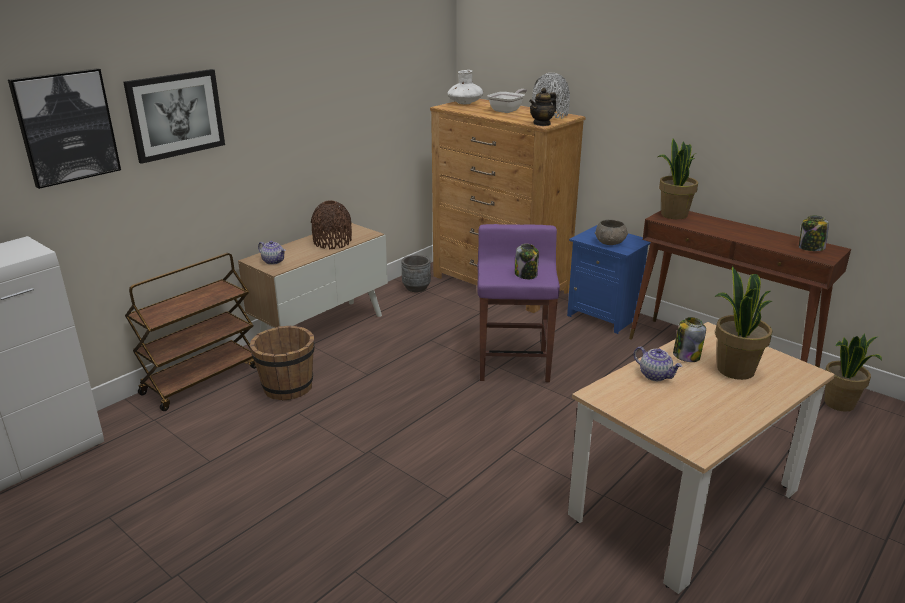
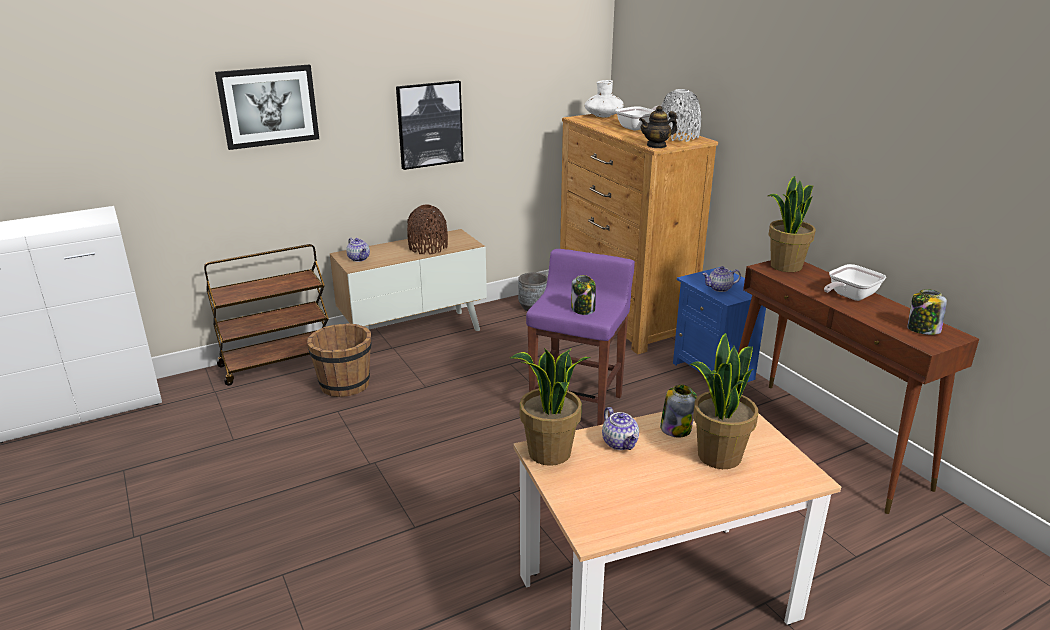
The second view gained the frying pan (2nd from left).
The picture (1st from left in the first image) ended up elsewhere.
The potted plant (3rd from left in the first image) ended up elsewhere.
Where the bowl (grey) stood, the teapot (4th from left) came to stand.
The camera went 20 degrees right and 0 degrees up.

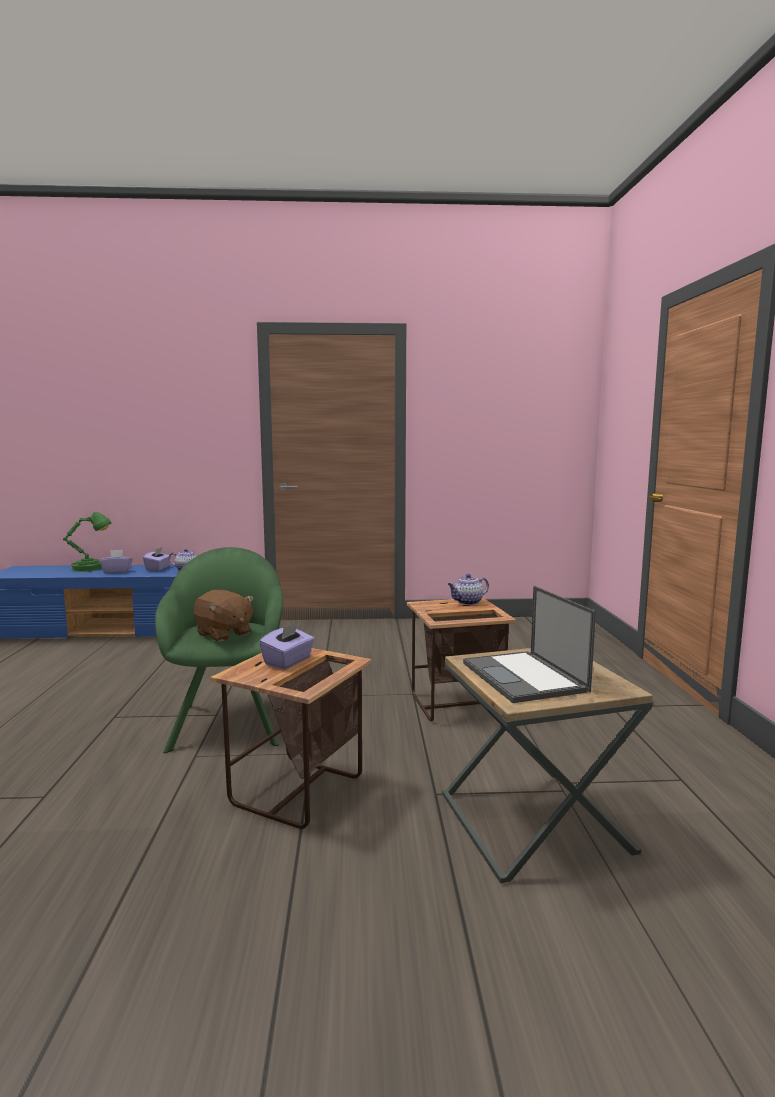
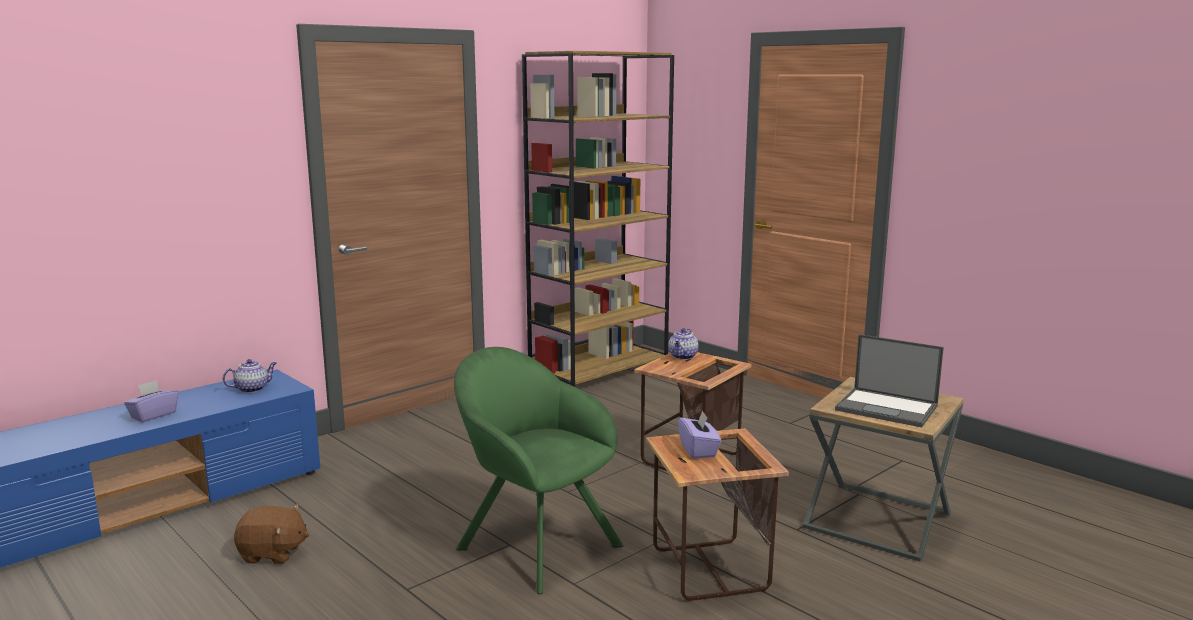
The second view lost the table lamp (green).
The second view lost the tissue box (purple) (2nd from left).
The second view gained the bookcase (brown).
The plush toy (brown) ended up elsewhere.
The camera went 40 degrees left and 5 degrees up.

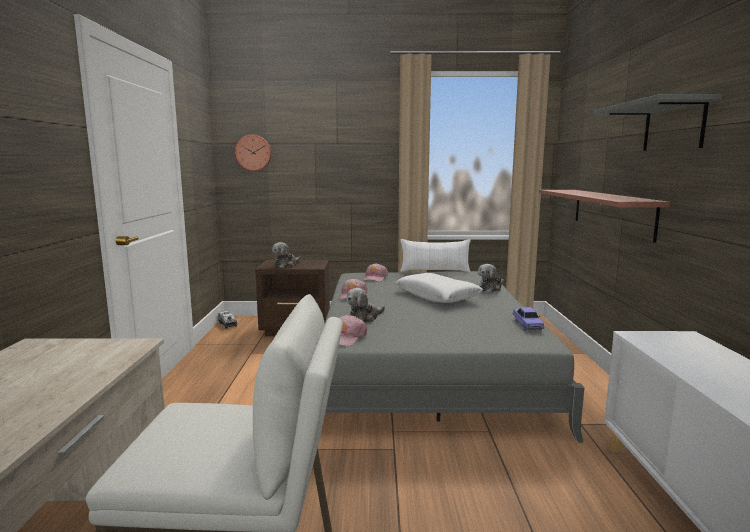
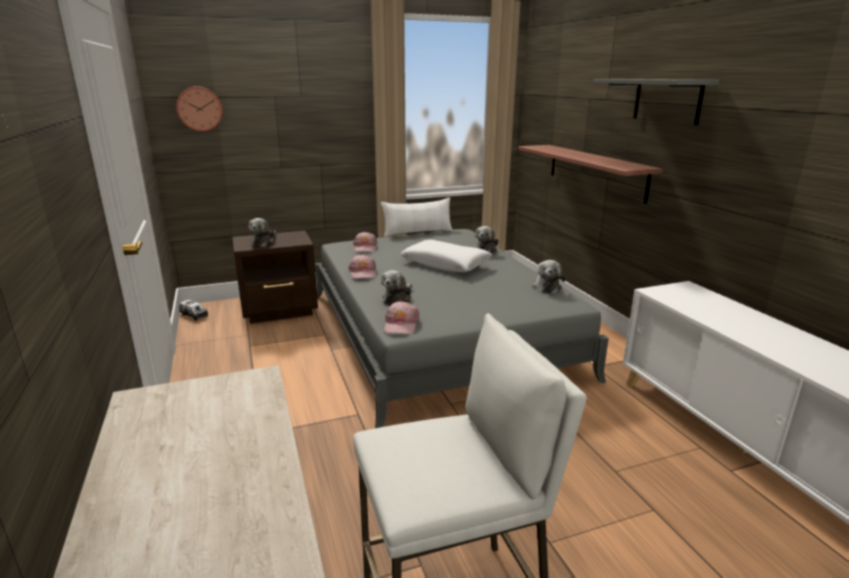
Where the toy car stood, the plush toy (4th from left) came to stand.
The camera went 20 degrees left and 10 degrees up.

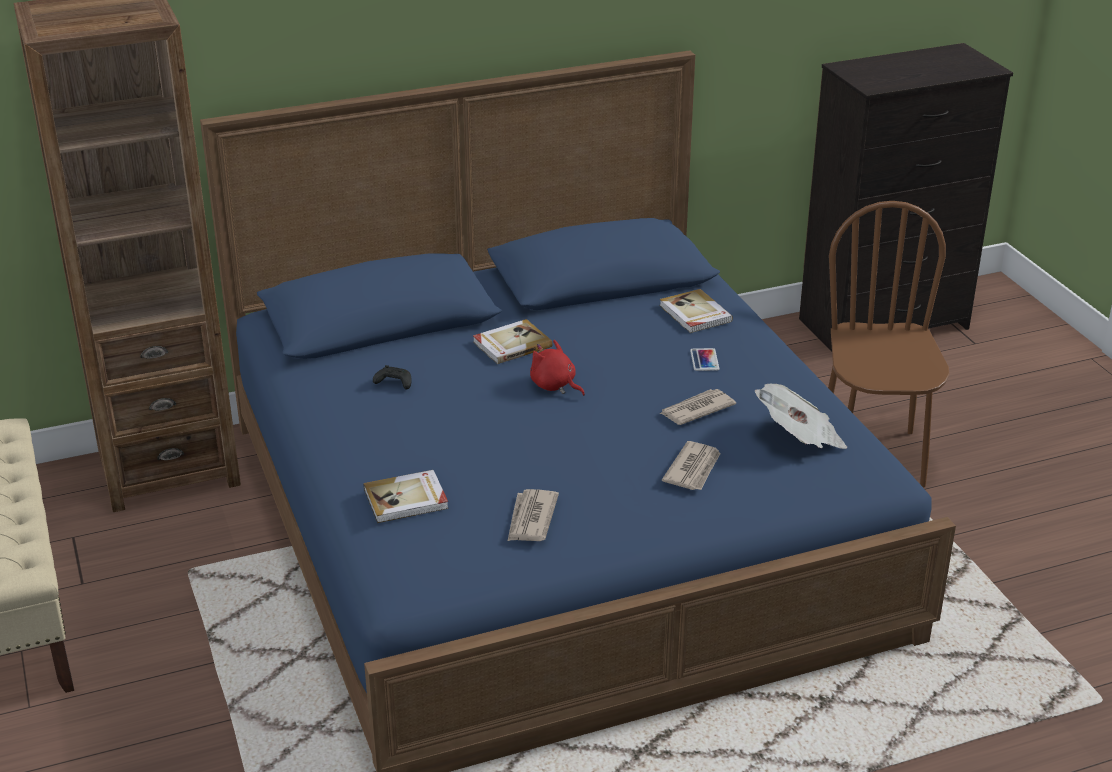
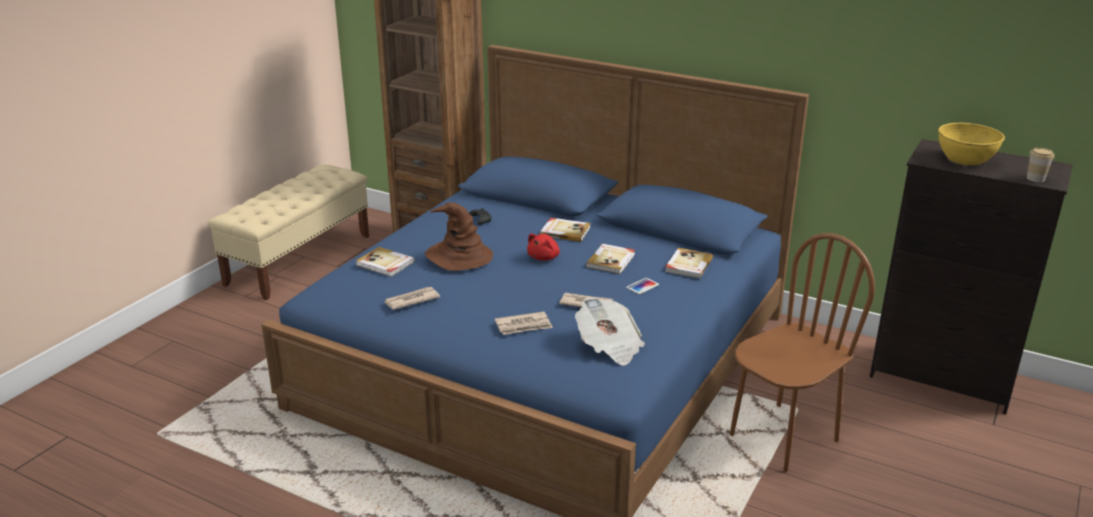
The second view gained the hat (brown).
The second view gained the book (3rd from left).
The second view gained the bowl (yellow).
The second view gained the cup.
The plush toy (red) ended up facing another way, 150 degrees counterclockwise from before.
The camera went 50 degrees right and 5 degrees down.

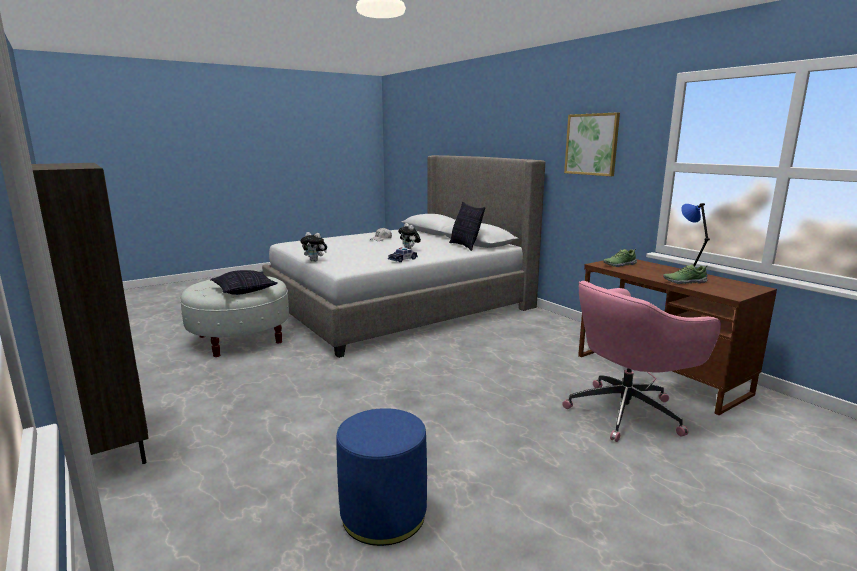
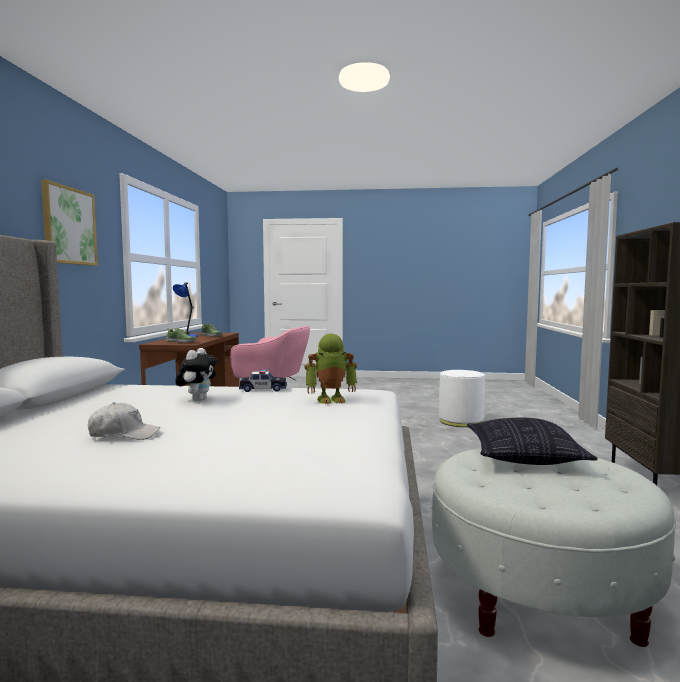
The second view lost the plush toy (1st from left).
The second view lost the pillow (2nd from left).
The second view gained the toy robot.
What was the ottoman (blue) turned into the ottoman (white) (1st from left).
The camera went 140 degrees left and 10 degrees down.

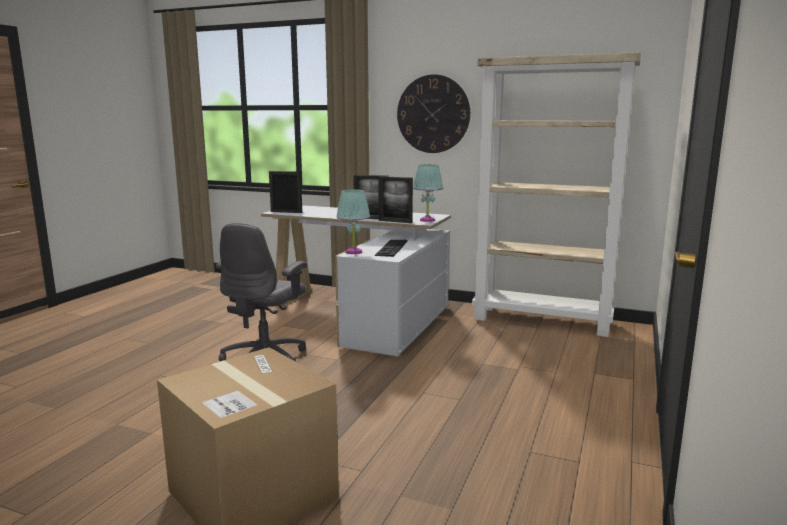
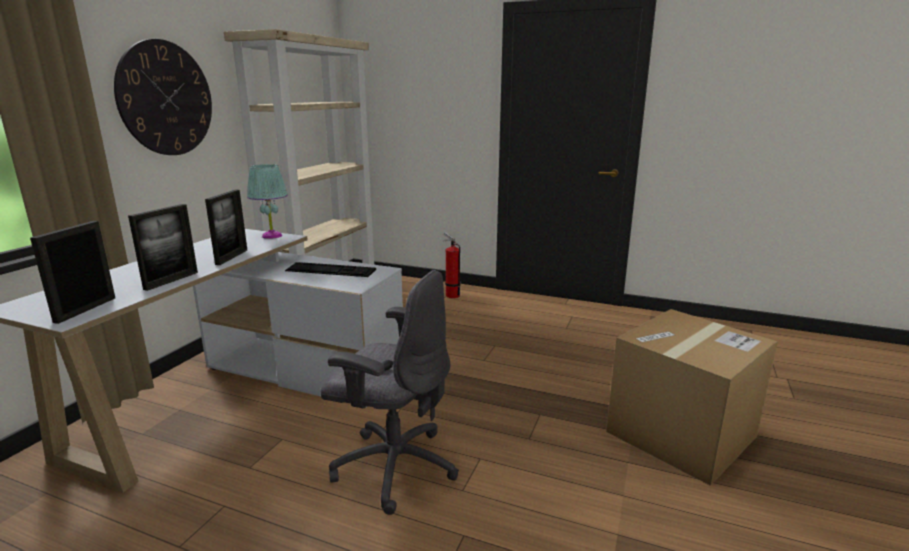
The second view lost the table lamp (turquoise) (1st from left).
The second view gained the fire extinguisher.
The picture frame (3rd from left in the first image) ended up elsewhere.
The camera went 90 degrees left and 5 degrees up.

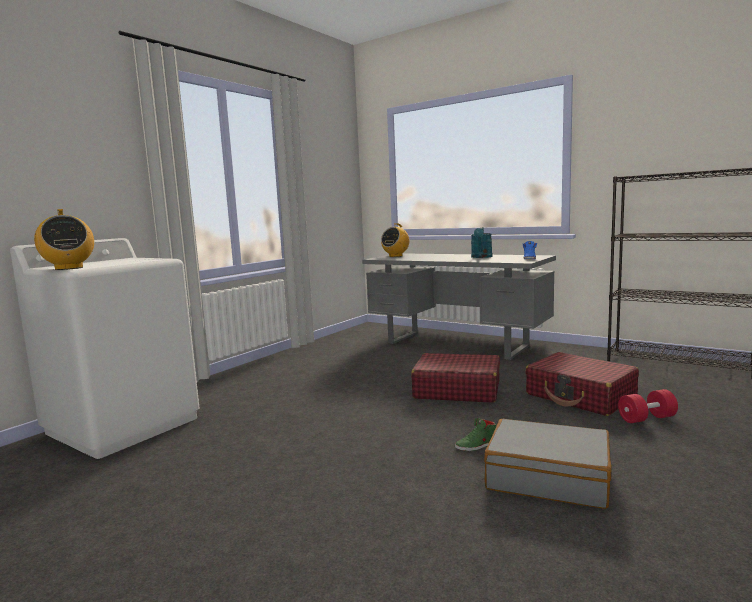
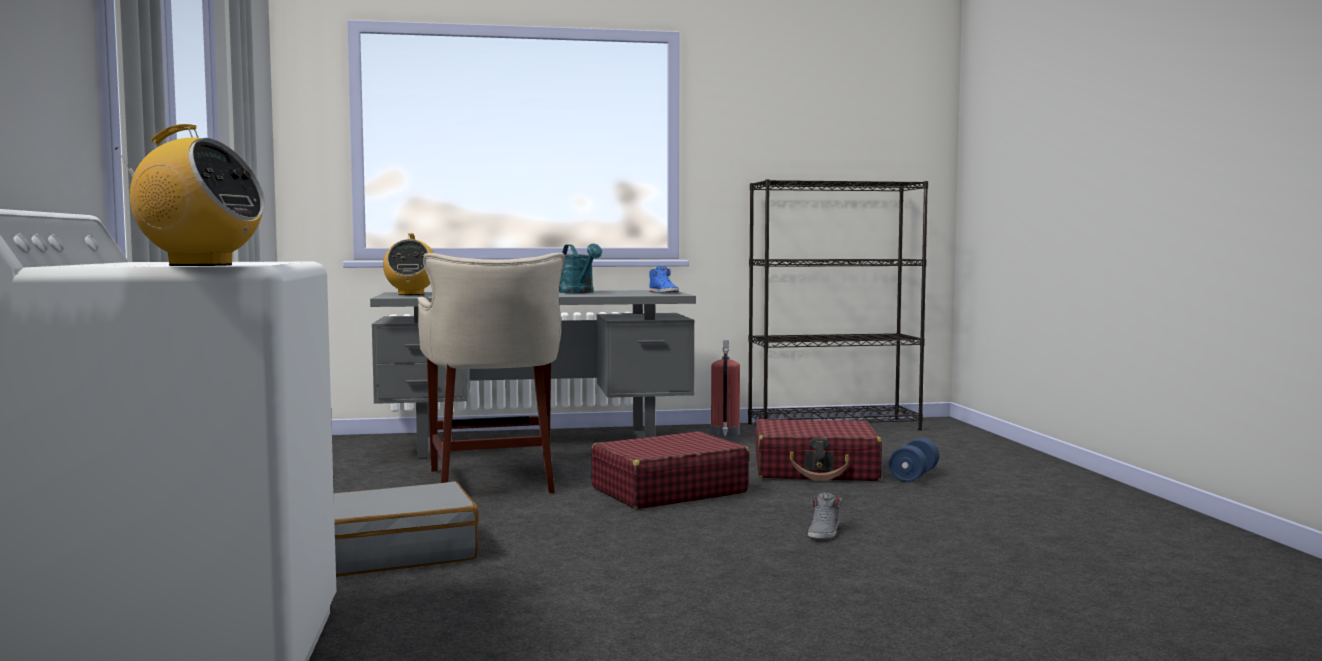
The second view gained the stool (beige).
The second view gained the fire extinguisher.
The suitcase (grey) ended up elsewhere.
What was the shoe (green) turned into the shoe (grey).
What was the dumbbell (red) turned into the dumbbell (blue).
The camera went 45 degrees left and 5 degrees down.

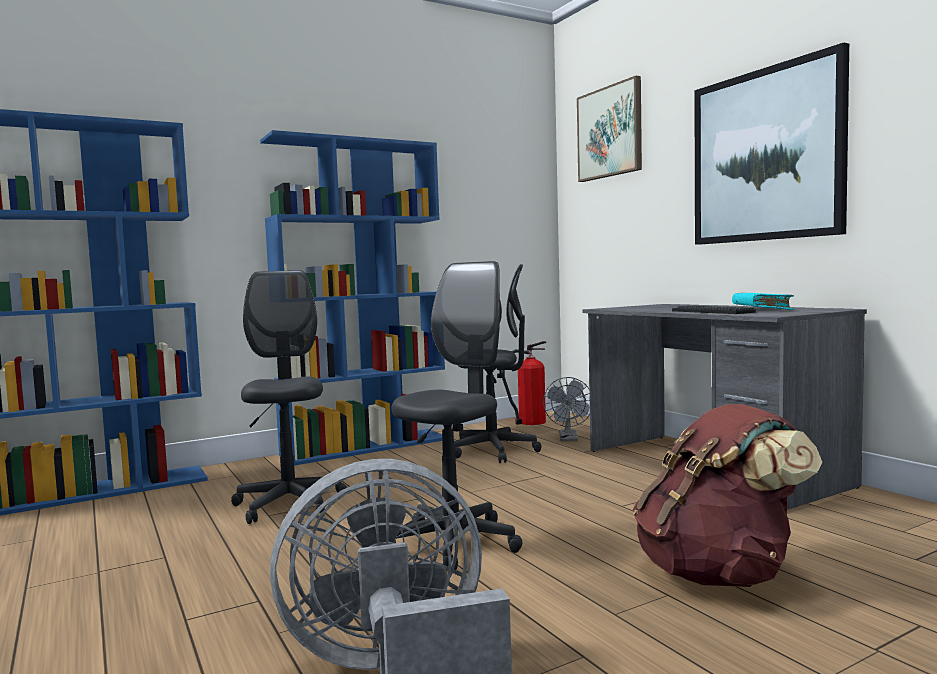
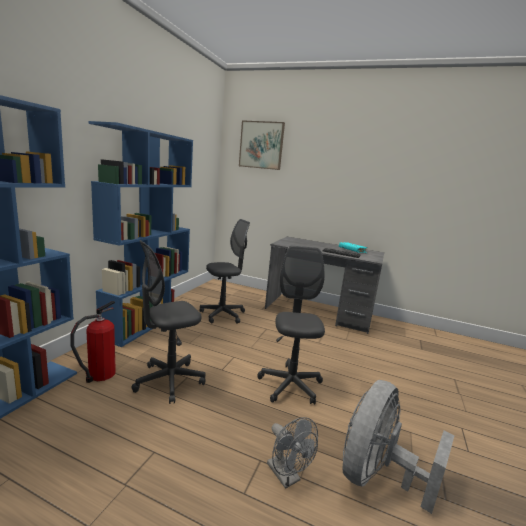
The second view lost the backpack (brown).
The second view lost the picture (2nd from left).
The fire extinguisher ended up elsewhere.
The fan (grey) (2nd from left in the first image) ended up elsewhere.
The office chair (grey) (1st from left) ended up facing another way, 75 degrees counterclockwise from before.
The camera went 40 degrees left and 10 degrees up.

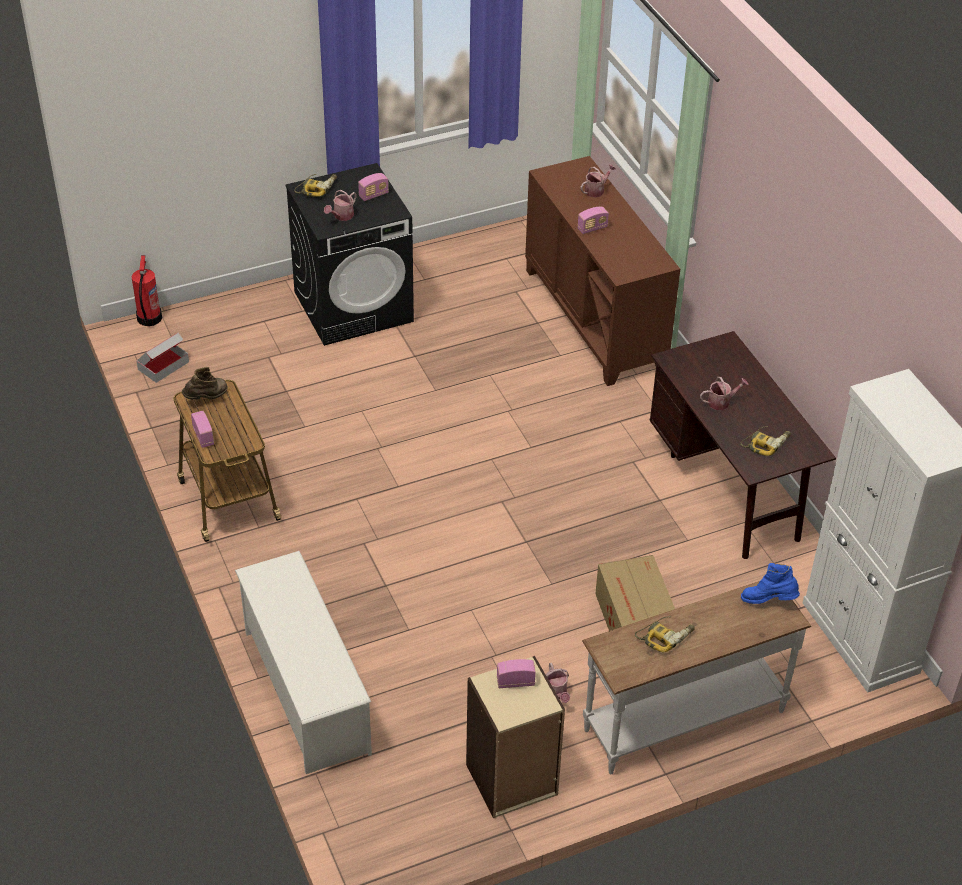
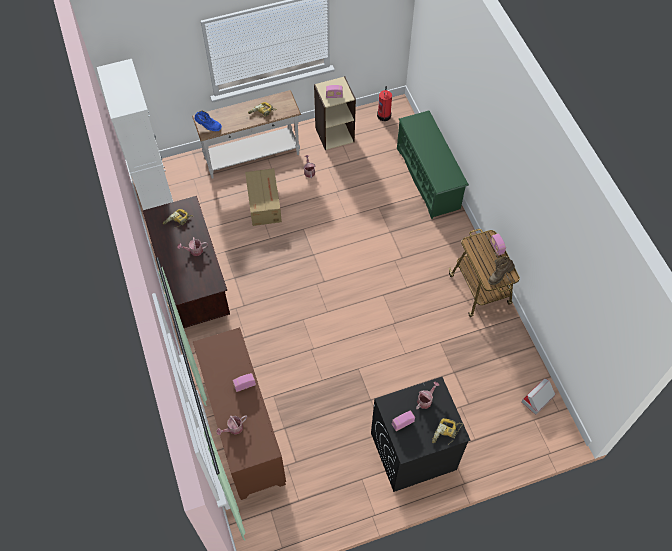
The fire extinguisher ended up elsewhere.
What was the shoe rack (white) turned into the shoe rack (green).
The camera went 175 degrees left and 15 degrees up.

